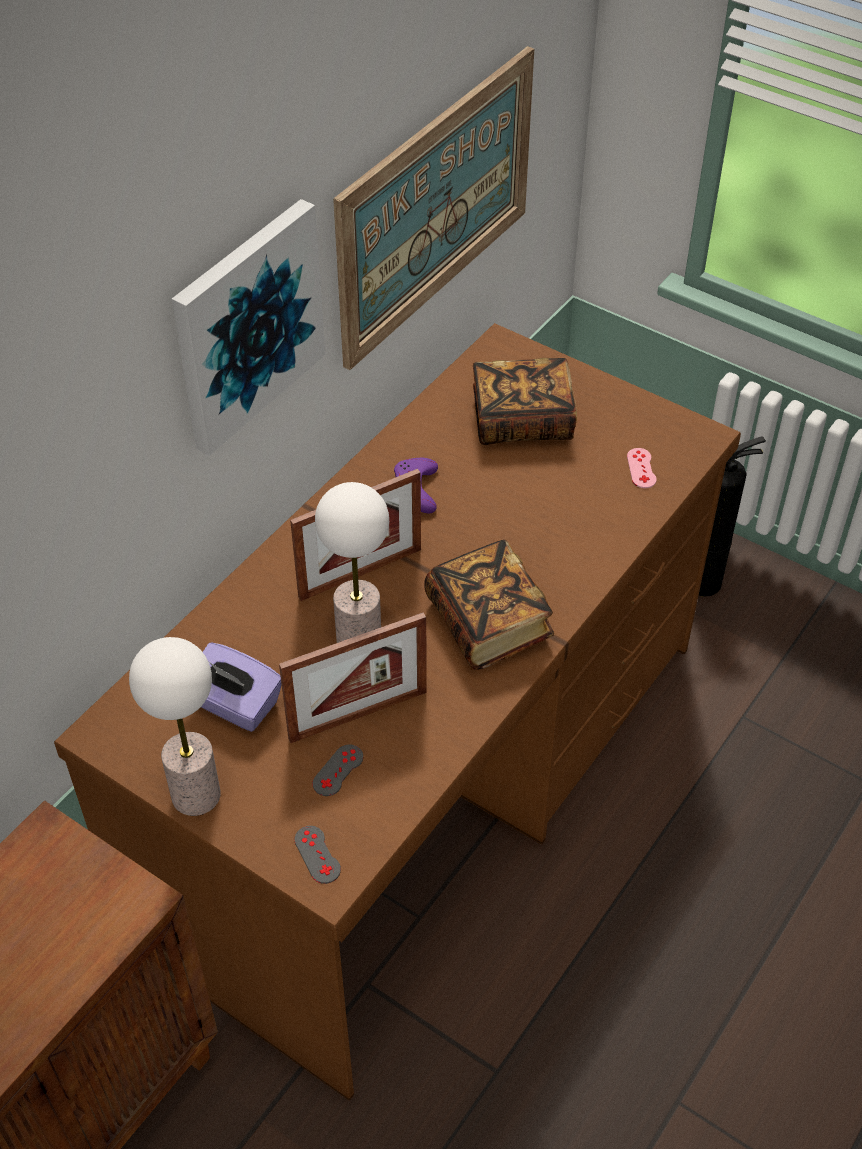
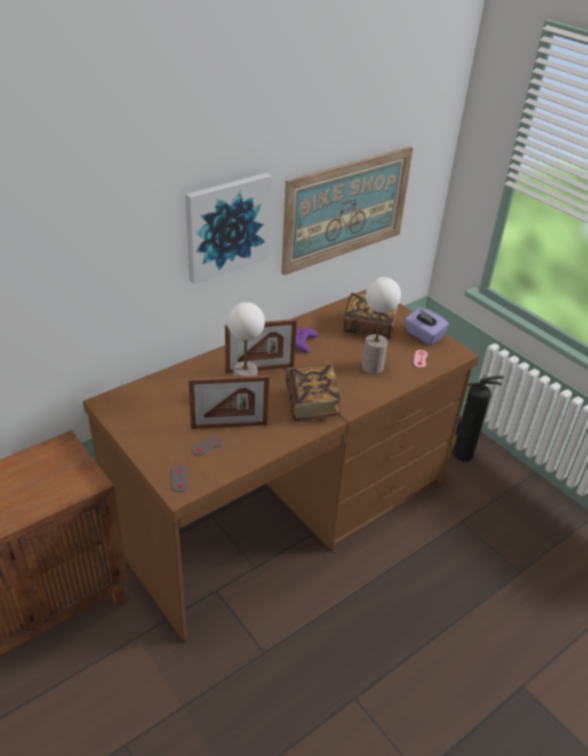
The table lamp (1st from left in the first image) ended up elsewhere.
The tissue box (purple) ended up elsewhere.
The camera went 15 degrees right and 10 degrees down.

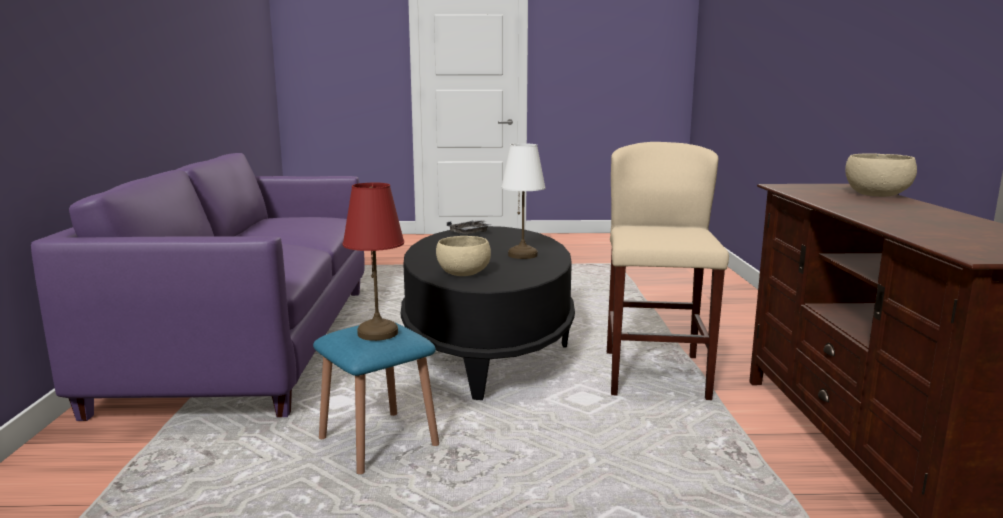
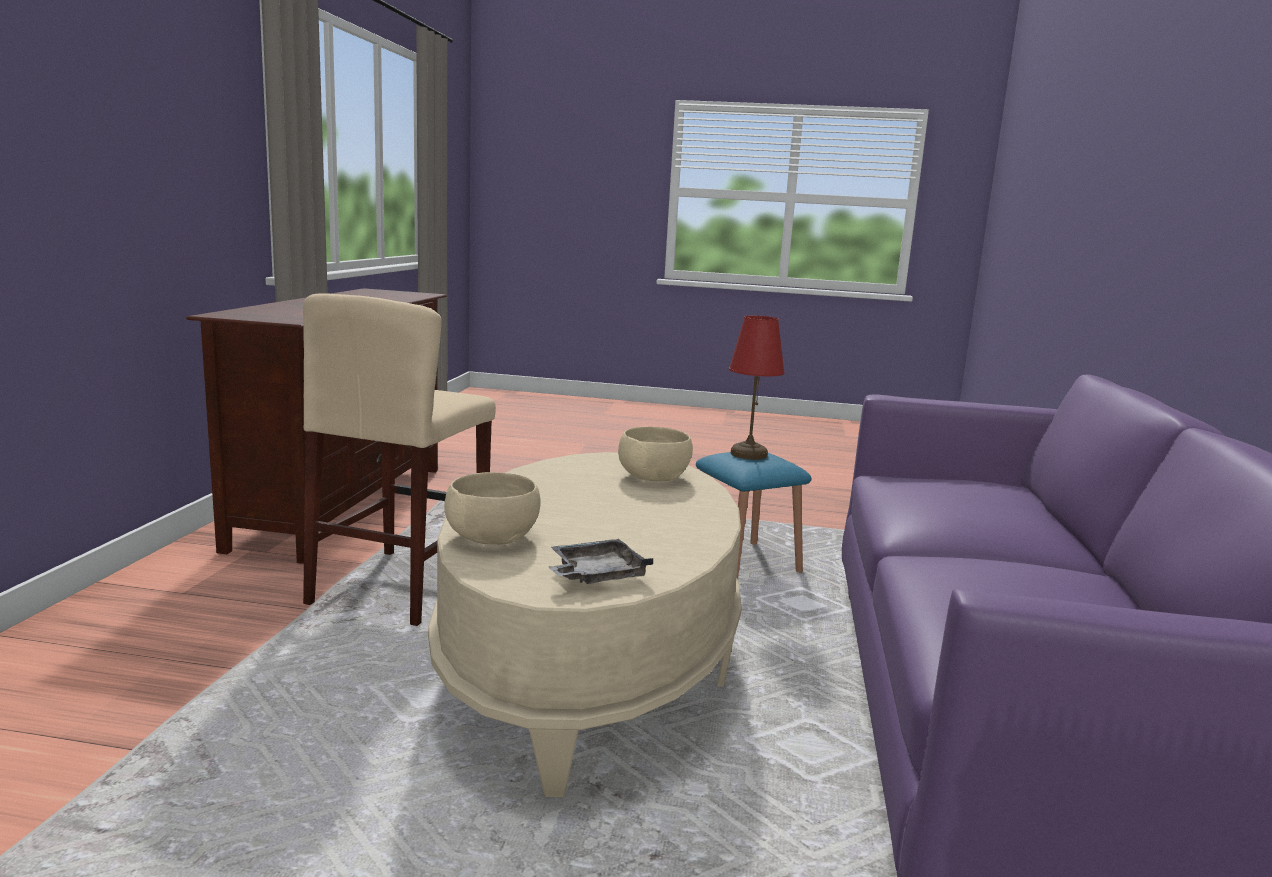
The second view lost the table lamp (white).
The bowl (beige) (2nd from left in the first image) ended up elsewhere.
What was the coffee table (black) turned into the coffee table (beige).
The camera went 170 degrees left and 0 degrees up.

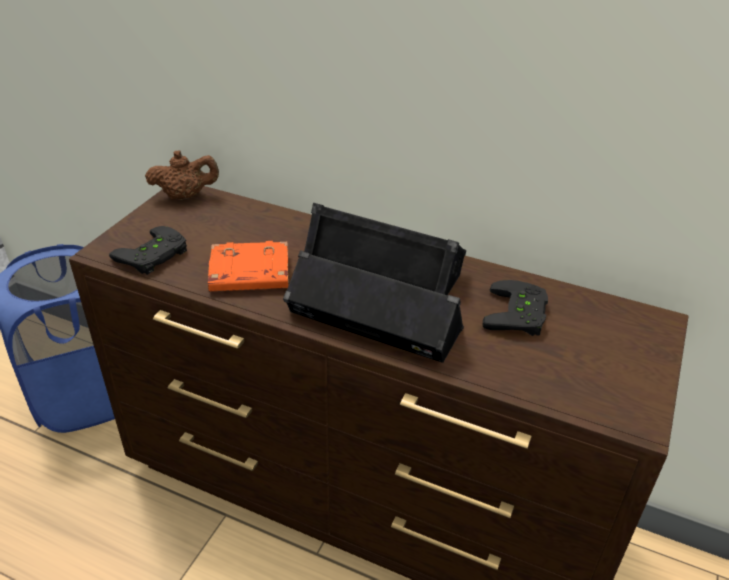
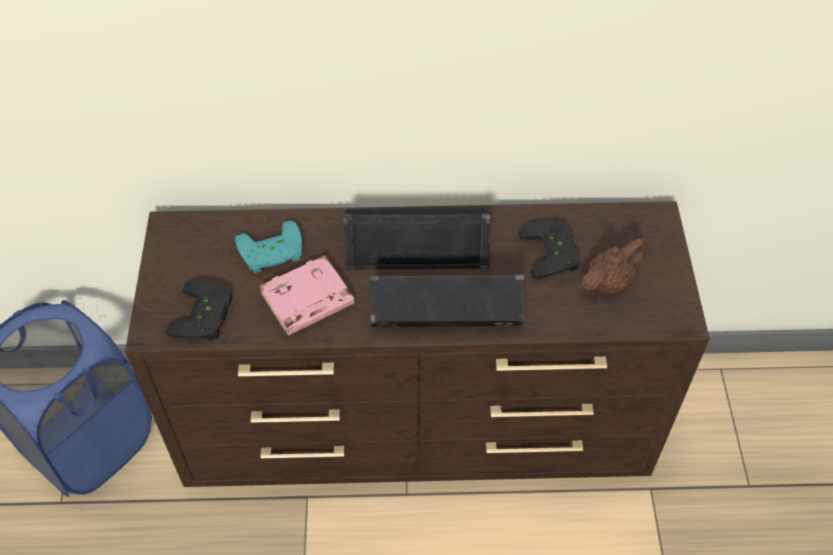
The second view gained the game controller (turquoise).
The teapot (brown) ended up elsewhere.
What was the book (orange) turned into the book (pink).
The camera went 25 degrees left and 15 degrees up.

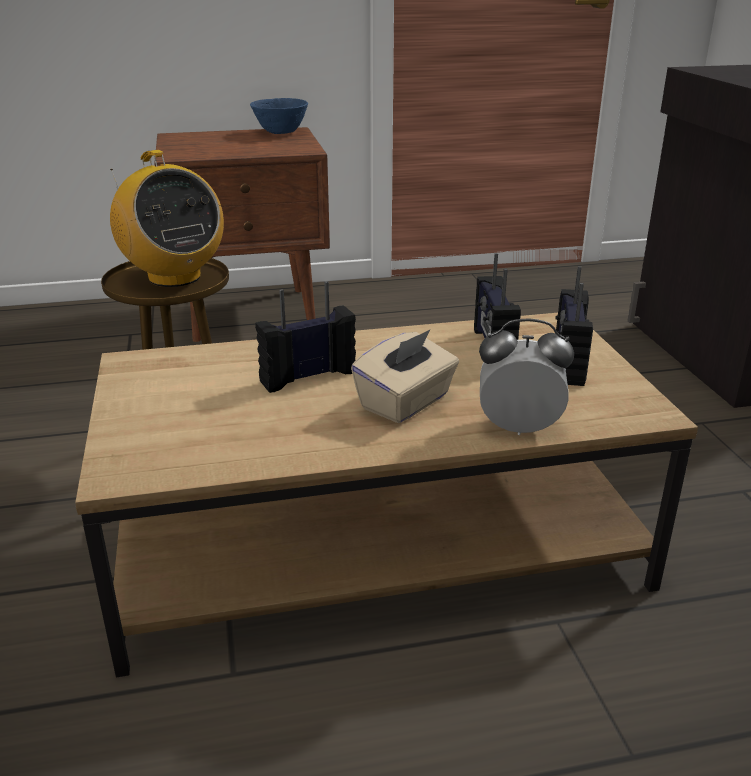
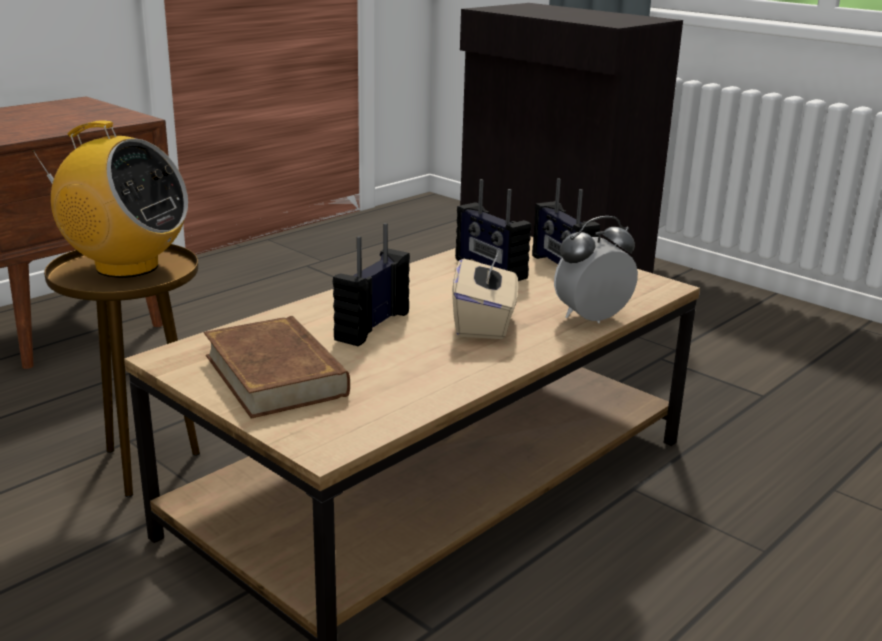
The second view lost the bowl (blue).
The second view gained the book (brown).
The camera went 35 degrees left and 5 degrees down.

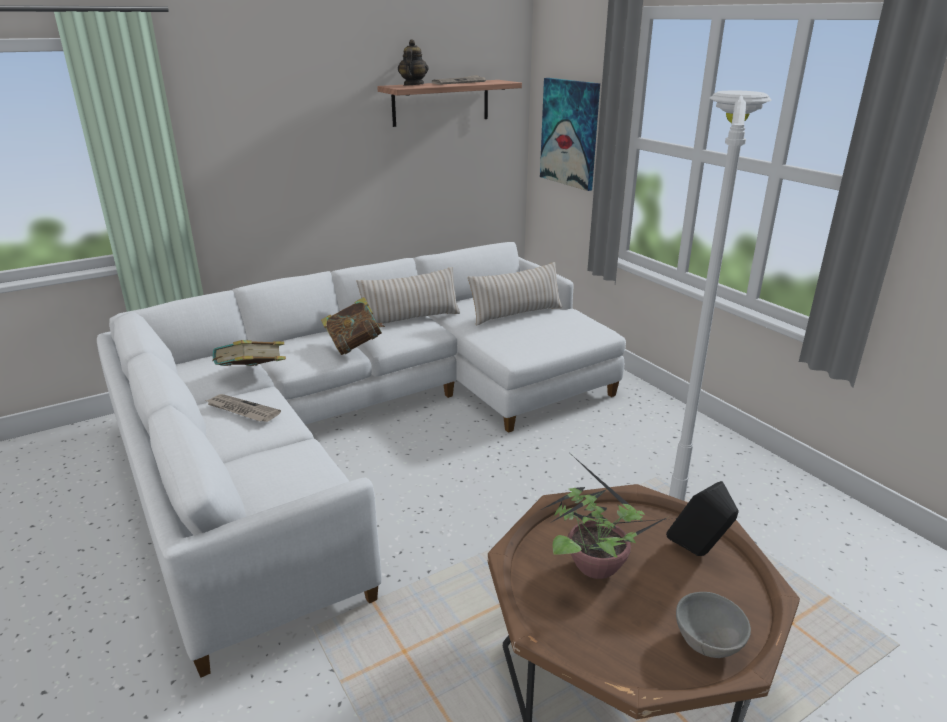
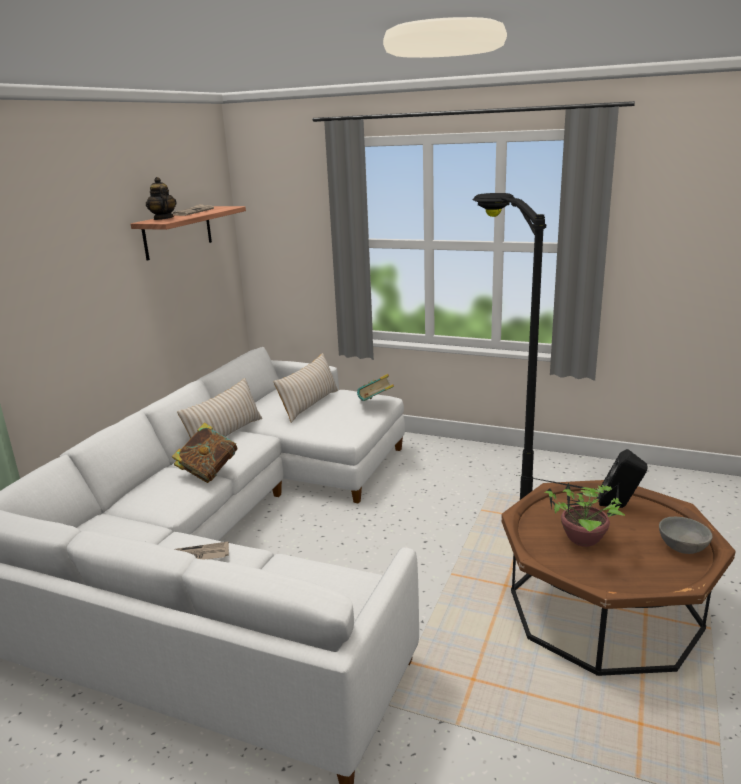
The second view lost the picture.
The book (1st from left in the first image) ended up elsewhere.
What was the floor lamp (white) turned into the floor lamp (black).
The camera went 35 degrees left and 5 degrees down.

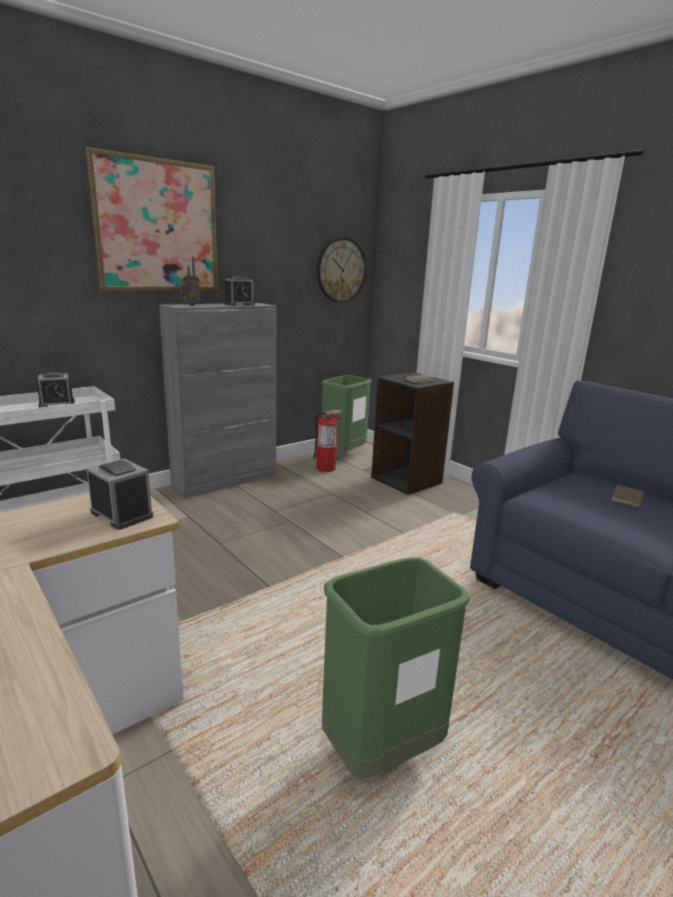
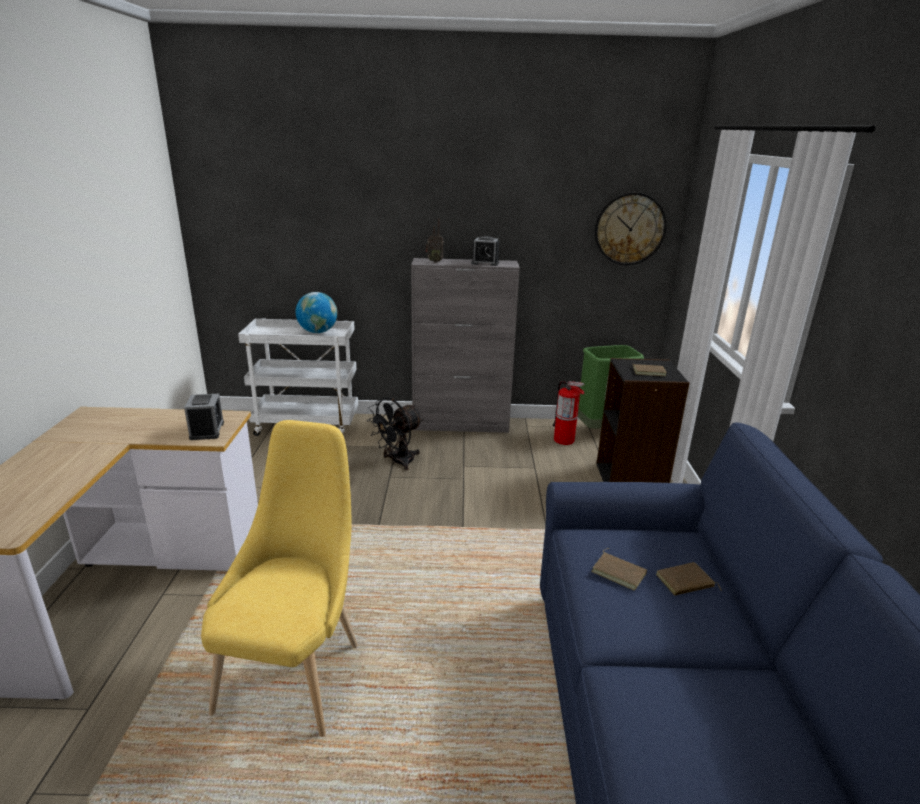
The second view lost the picture.
The second view gained the fan (black).
The second view gained the book (brown) (1st from left).
Where the alarm clock (1st from left) stood, the globe came to stand.
Where the trash can (green) (2nd from left) stood, the chair (yellow) came to stand.
The camera went 40 degrees right and 5 degrees up.

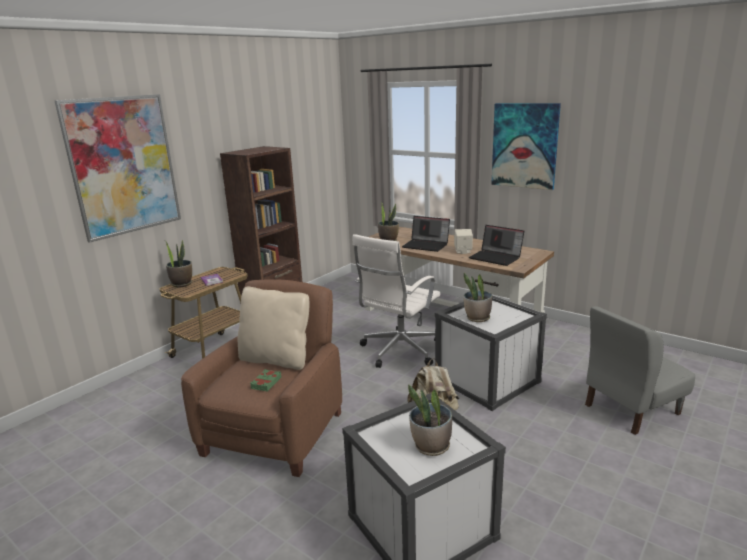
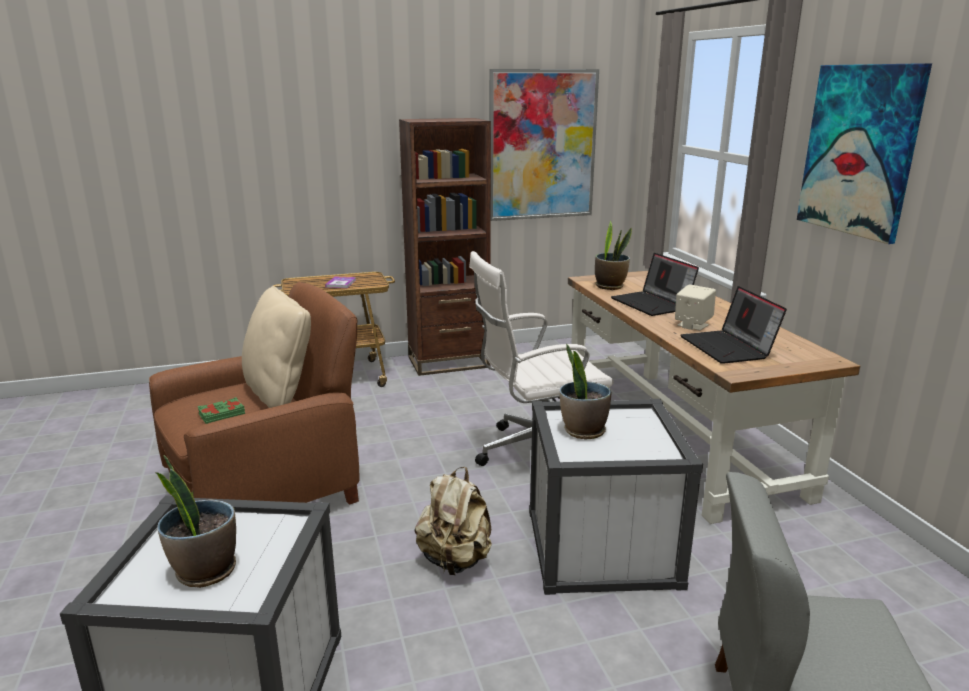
The second view lost the potted plant (1st from left).
The picture (1st from left) ended up elsewhere.
The camera went 35 degrees right and 0 degrees up.

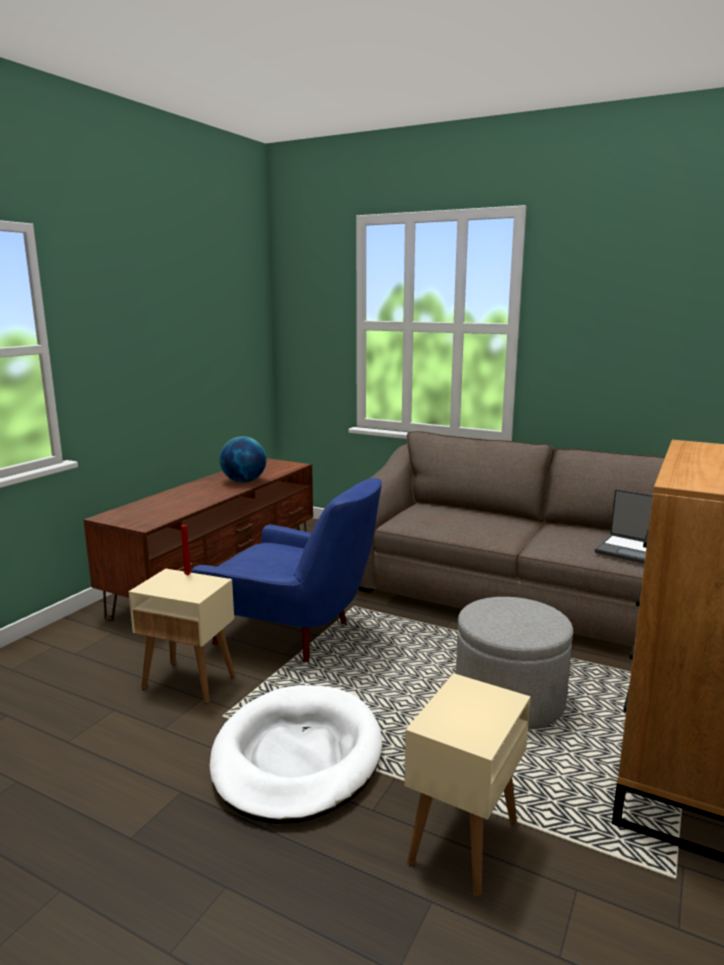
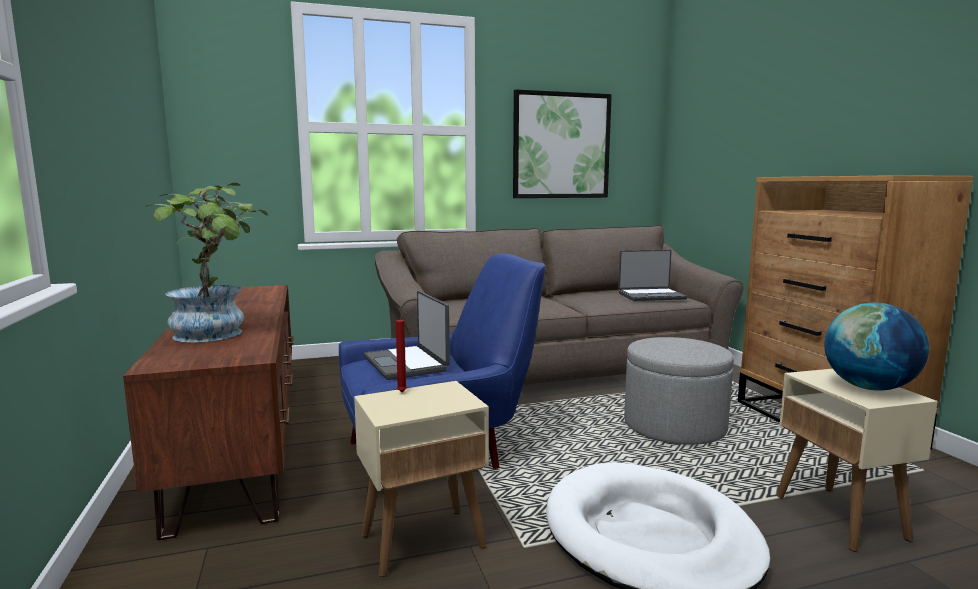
The second view gained the potted plant.
The second view gained the laptop (1st from left).
The second view gained the picture.
The globe ended up elsewhere.
The camera went 45 degrees left and 5 degrees down.

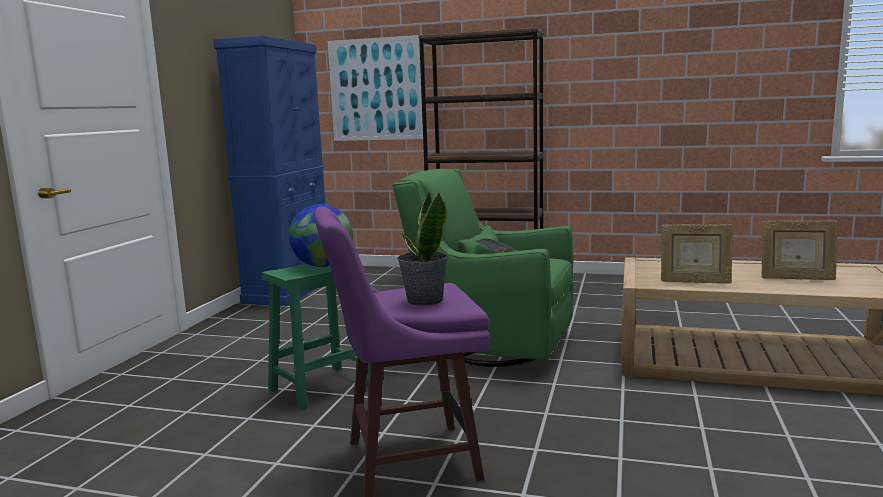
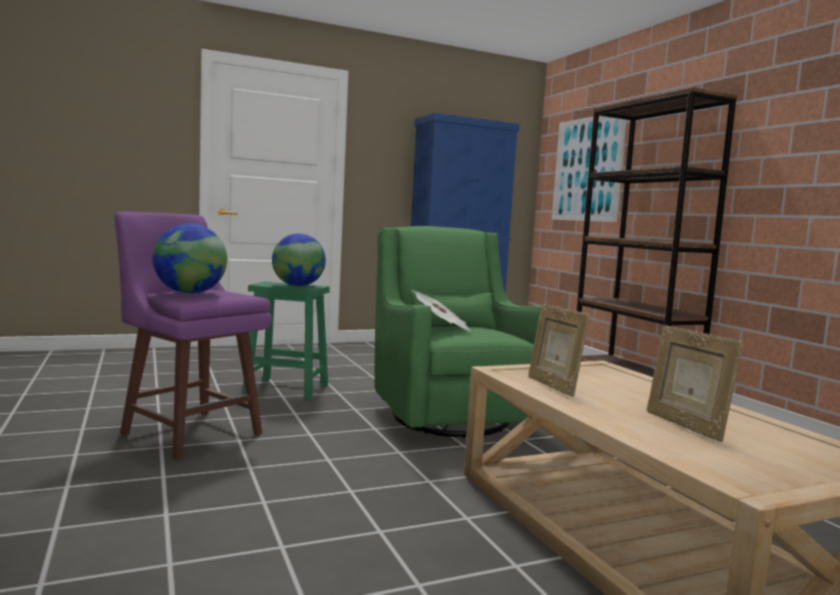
Where the potted plant stood, the globe (1st from left) came to stand.
The camera went 50 degrees right and 5 degrees down.

